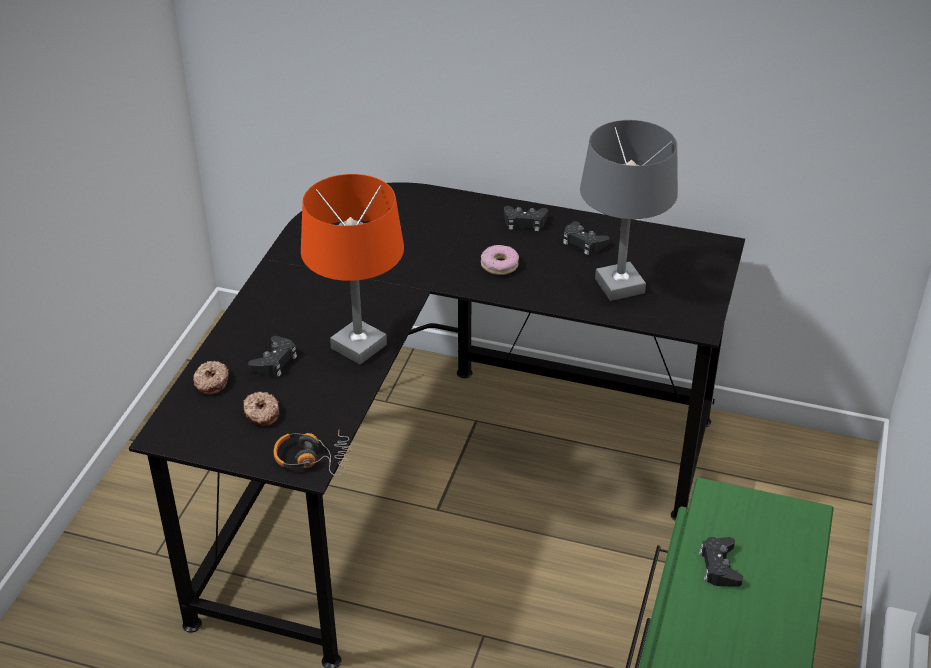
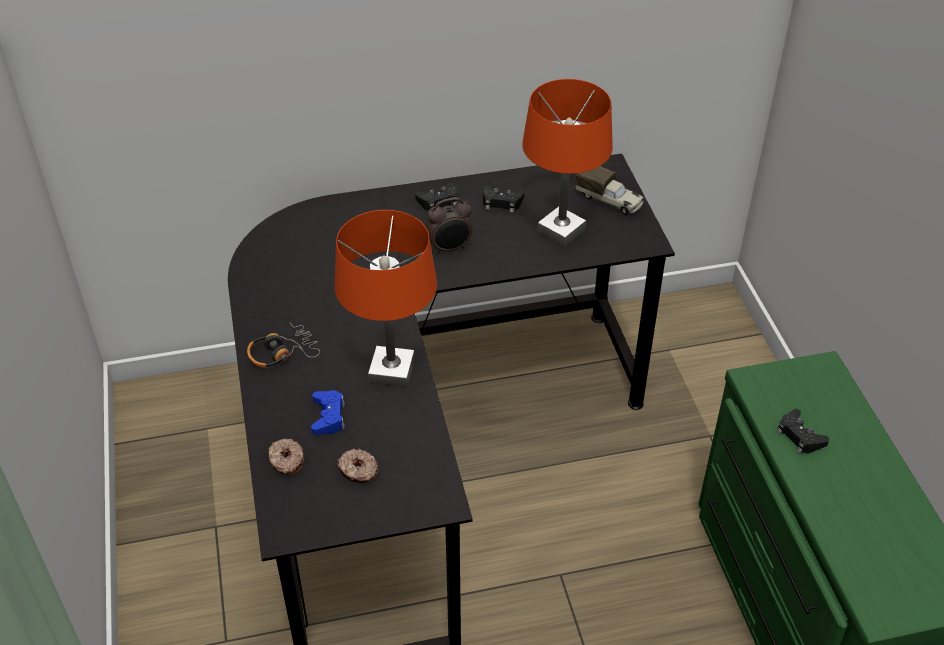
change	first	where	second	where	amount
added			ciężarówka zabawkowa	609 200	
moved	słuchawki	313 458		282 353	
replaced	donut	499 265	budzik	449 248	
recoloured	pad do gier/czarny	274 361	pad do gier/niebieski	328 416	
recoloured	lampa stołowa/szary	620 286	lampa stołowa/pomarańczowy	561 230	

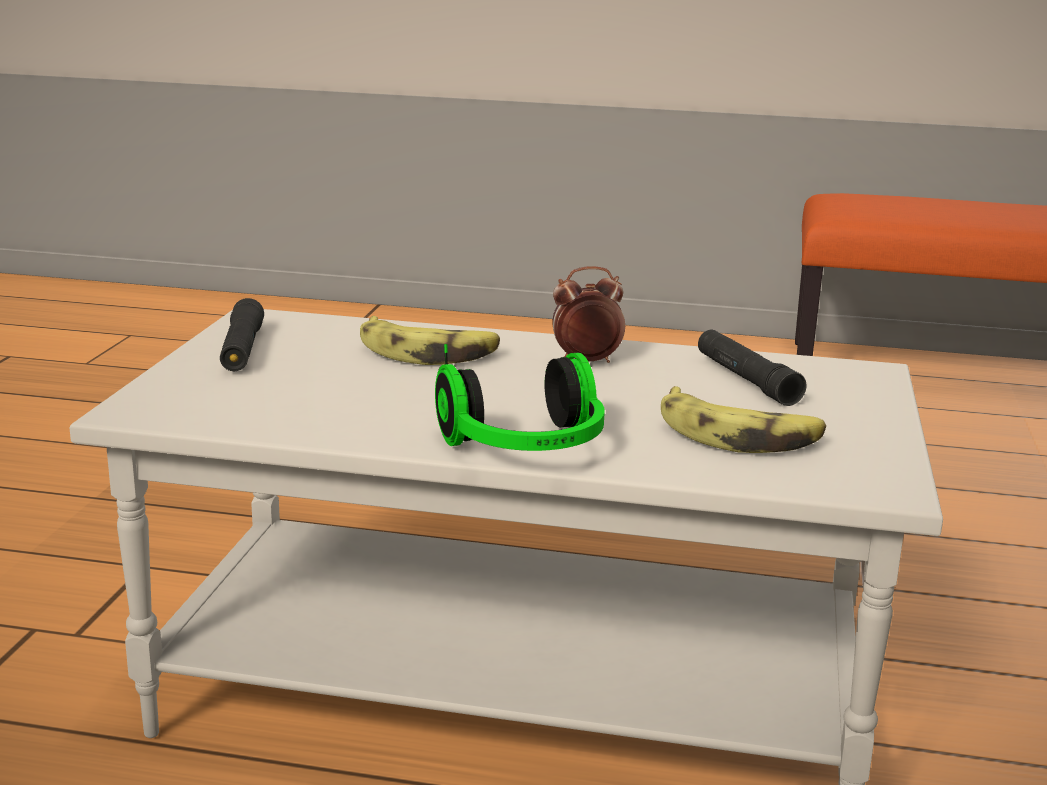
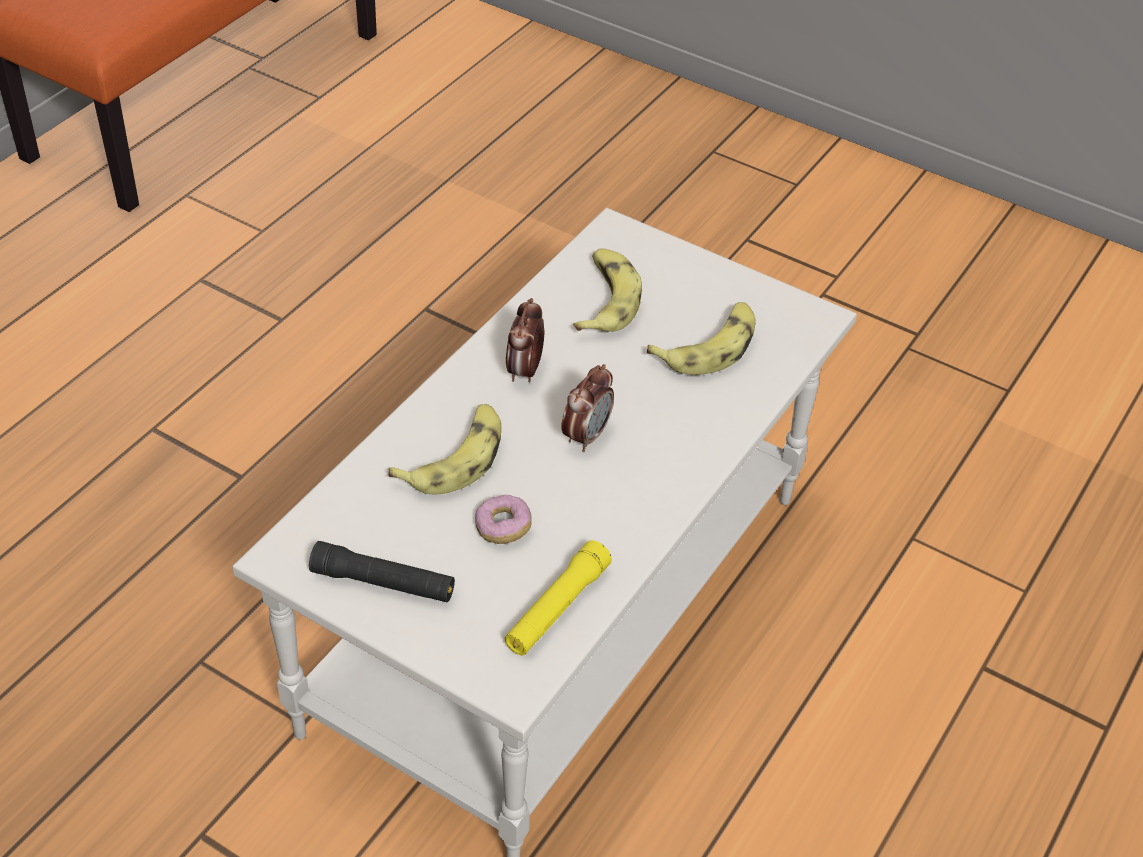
change	first	where	second	where	amount
removed	słuchawki	526 449			
added			donut	503 528	
added			latarka/żółty	557 608	
added			budzik	586 435	
replaced	latarka/czarny	746 380	banan	605 300	

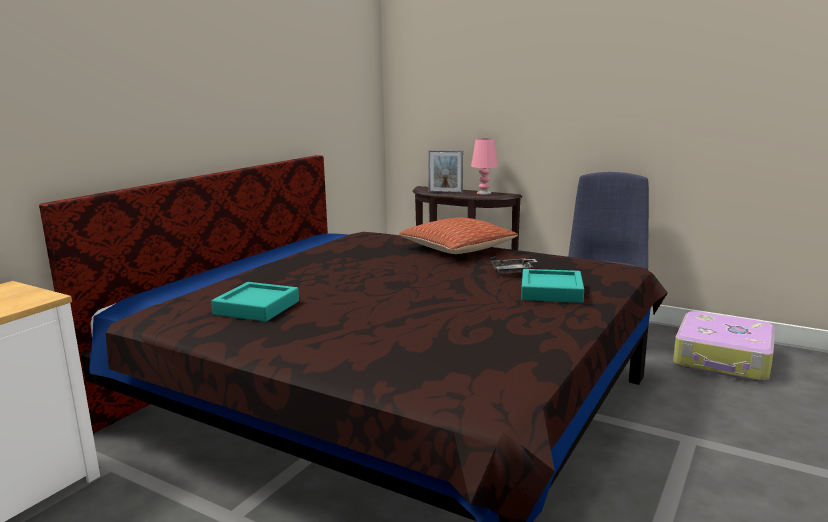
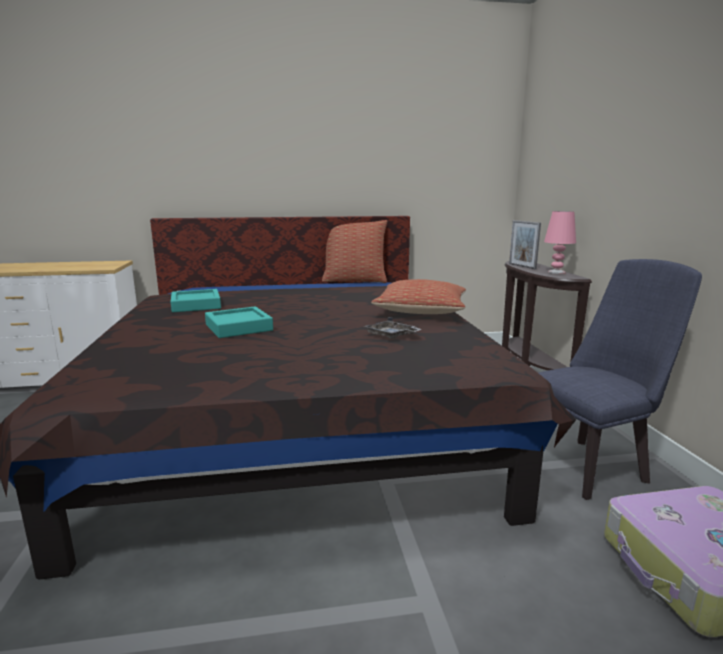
change	first	where	second	where	amount
added			poduszka	355 280	
moved	taca/turkusowy	551 291		239 327	

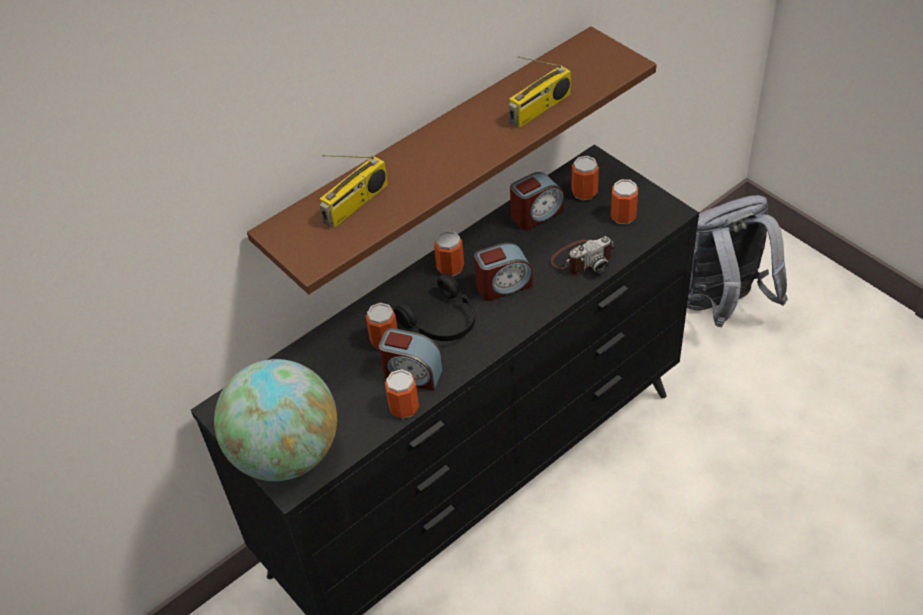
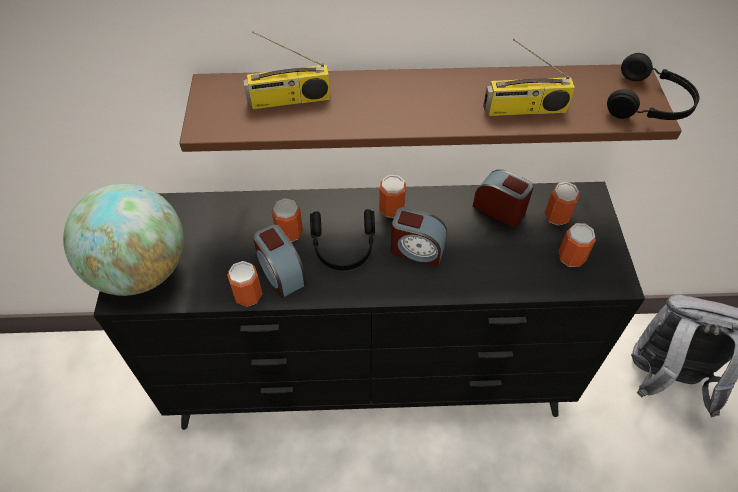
change	first	where	second	where	amount
removed	aparat fotograficzny	582 259			
added			słuchawki/czarny	650 104	
turned	budzik	536 214		499 209	150 degrees counterclockwise

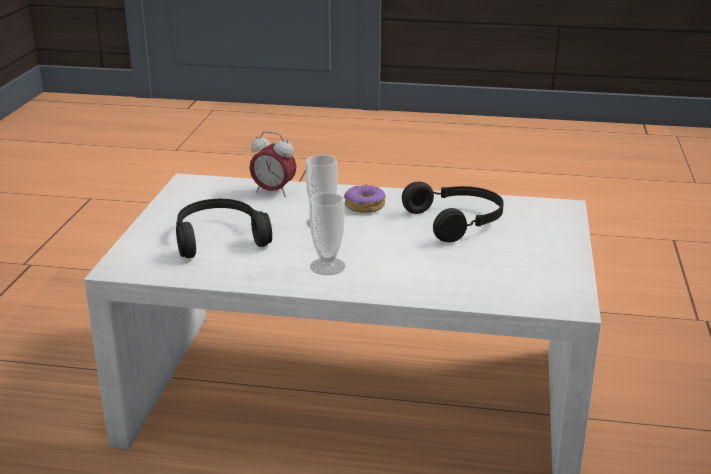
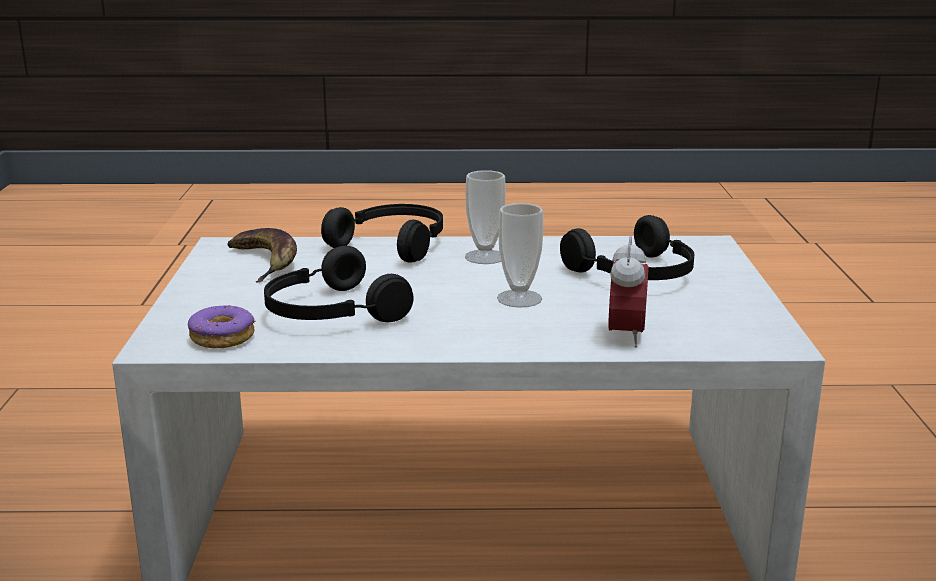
change	first	where	second	where	amount
added			banan	265 261	
added			słuchawki/czarny	394 244	
moved	donut	364 206		223 338	
turned	budzik	273 191		625 336	90 degrees clockwise

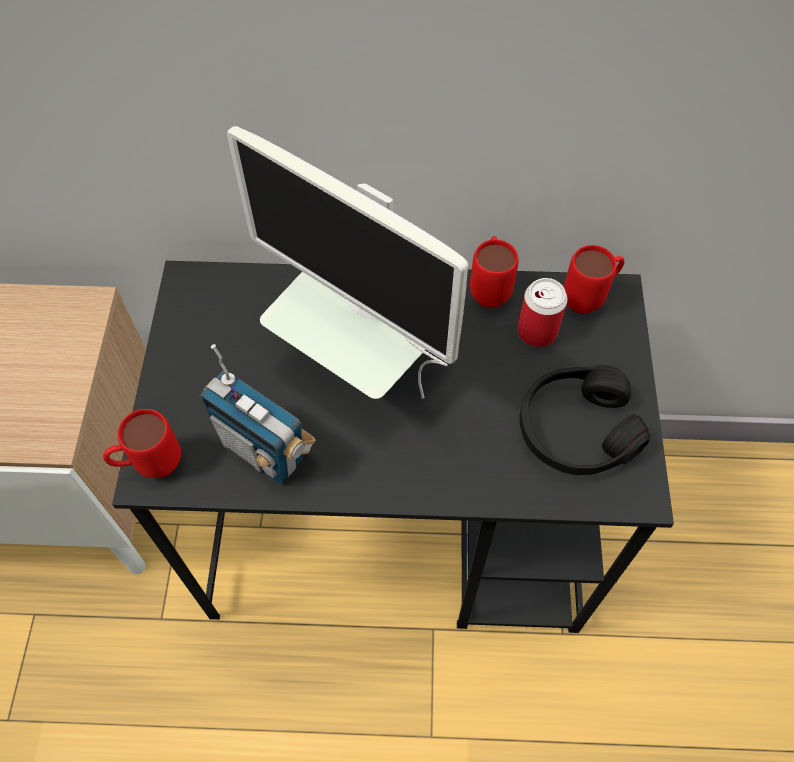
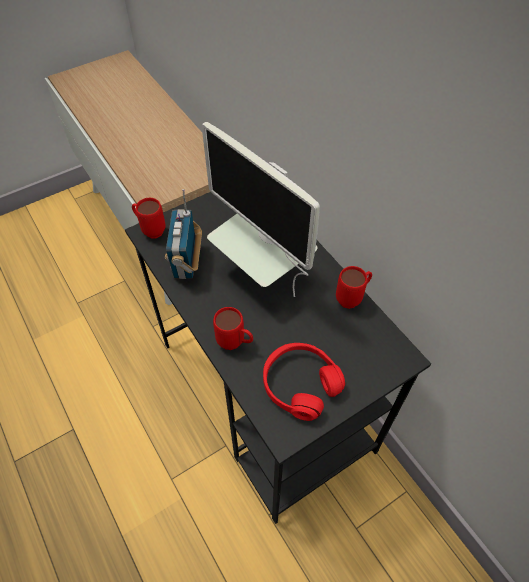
change	first	where	second	where	amount
removed	puszka	537 331			
moved	kubek/czerwony	589 298		235 344	
recoloured	słuchawki/czarny	576 429	słuchawki/czerwony	300 384	
turned	monitor	364 359		264 271	45 degrees counterclockwise

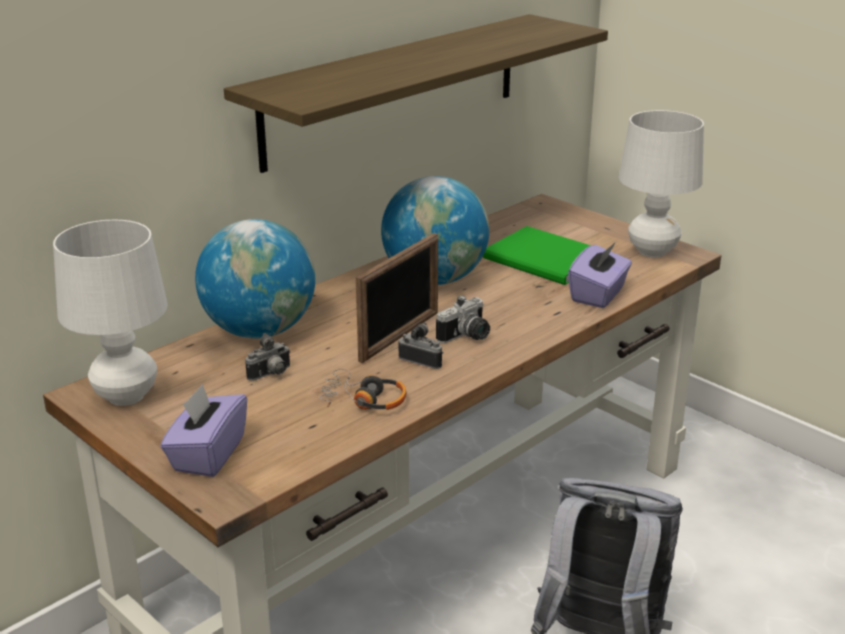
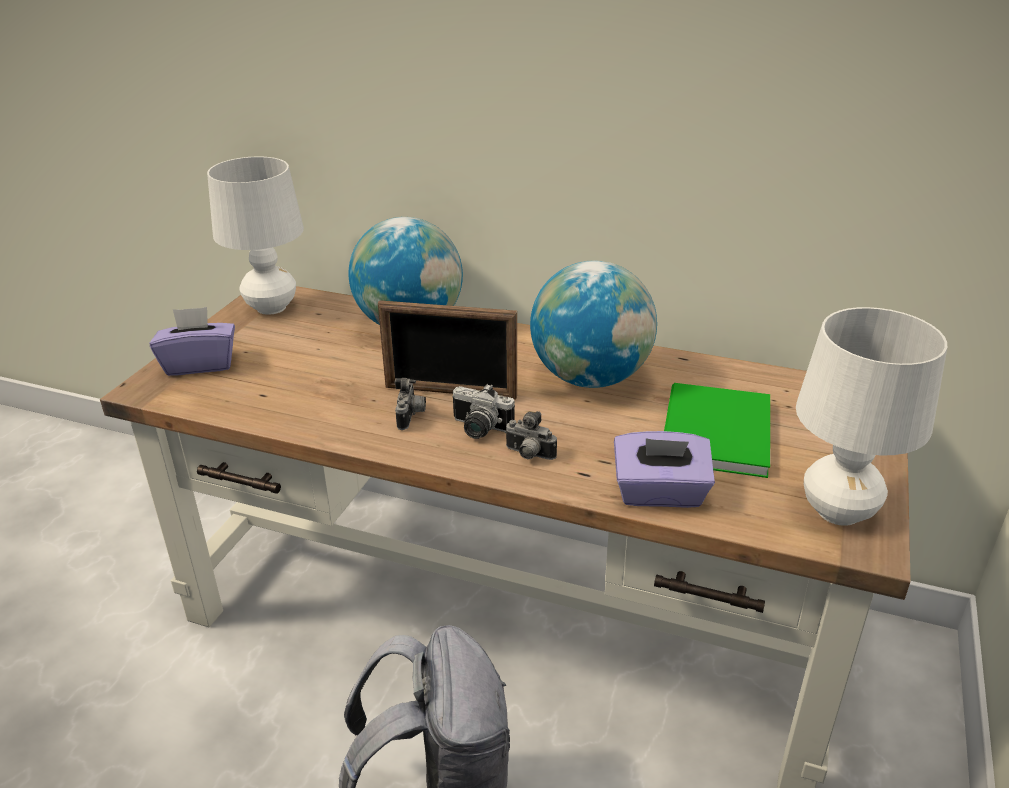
change	first	where	second	where	amount
removed	półka	394 89			
removed	słuchawki	363 400			
moved	aparat fotograficzny	271 375		528 455	

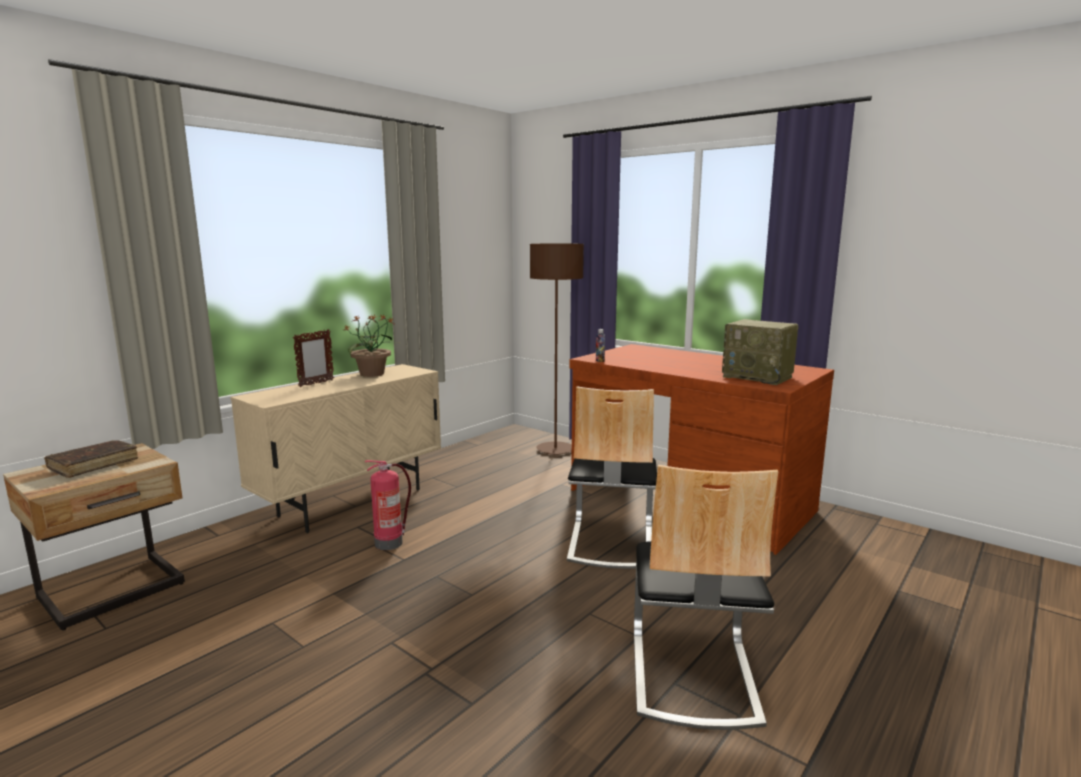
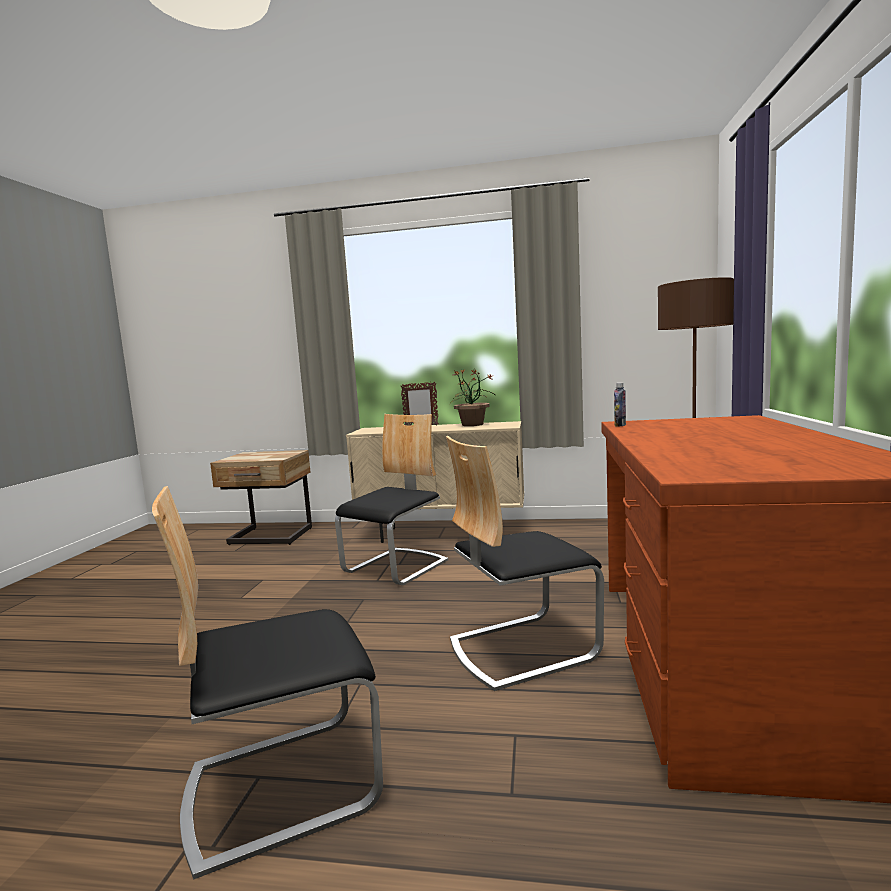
change	first	where	second	where	amount
removed	książka/brązowy	94 465			
removed	radio	759 377			
replaced	gaśnica	390 543	krzesło	397 567	

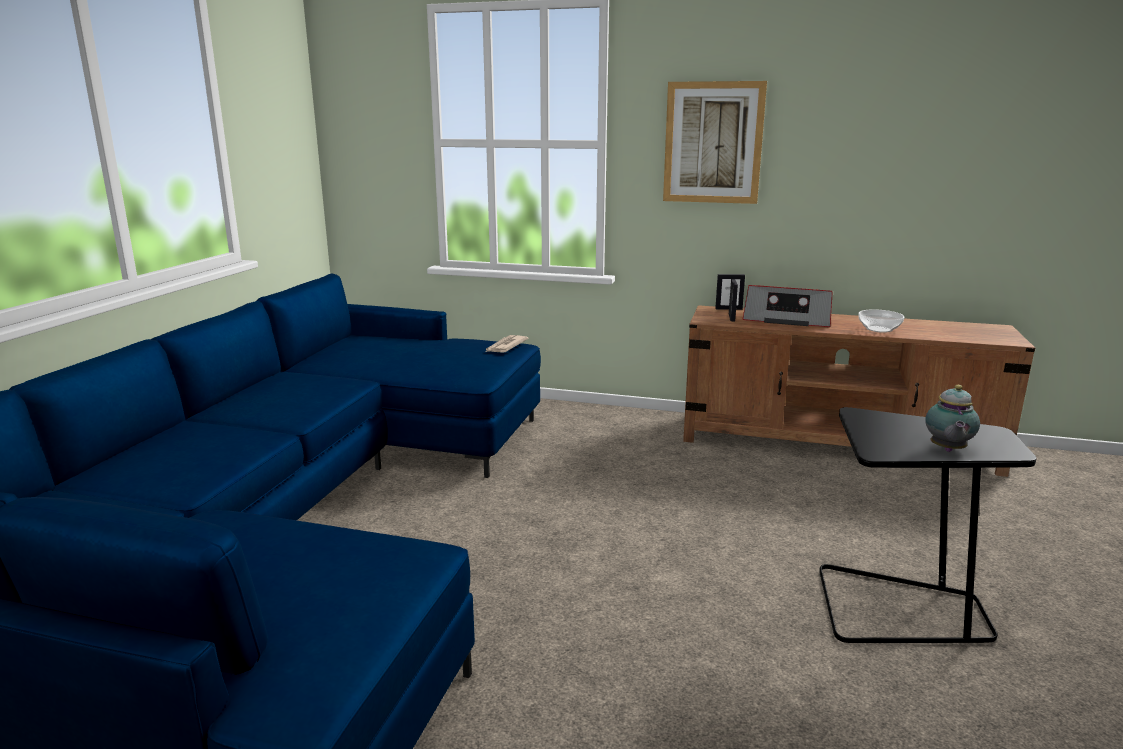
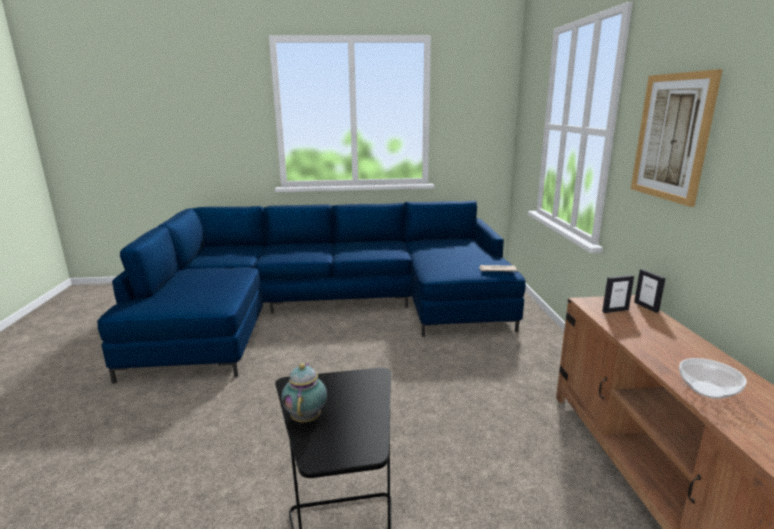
change	first	where	second	where	amount
removed	radio	787 319			
turned	imbryk	947 450		307 417	90 degrees clockwise

